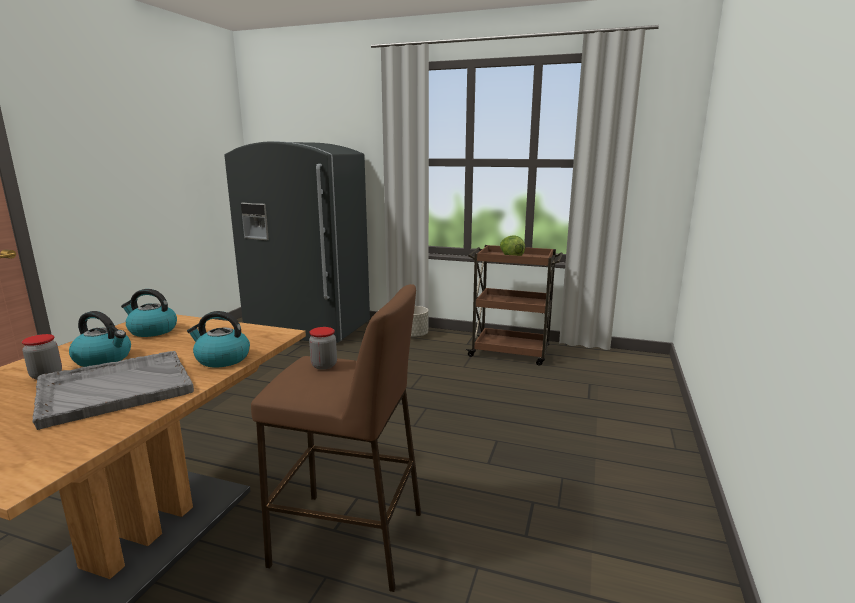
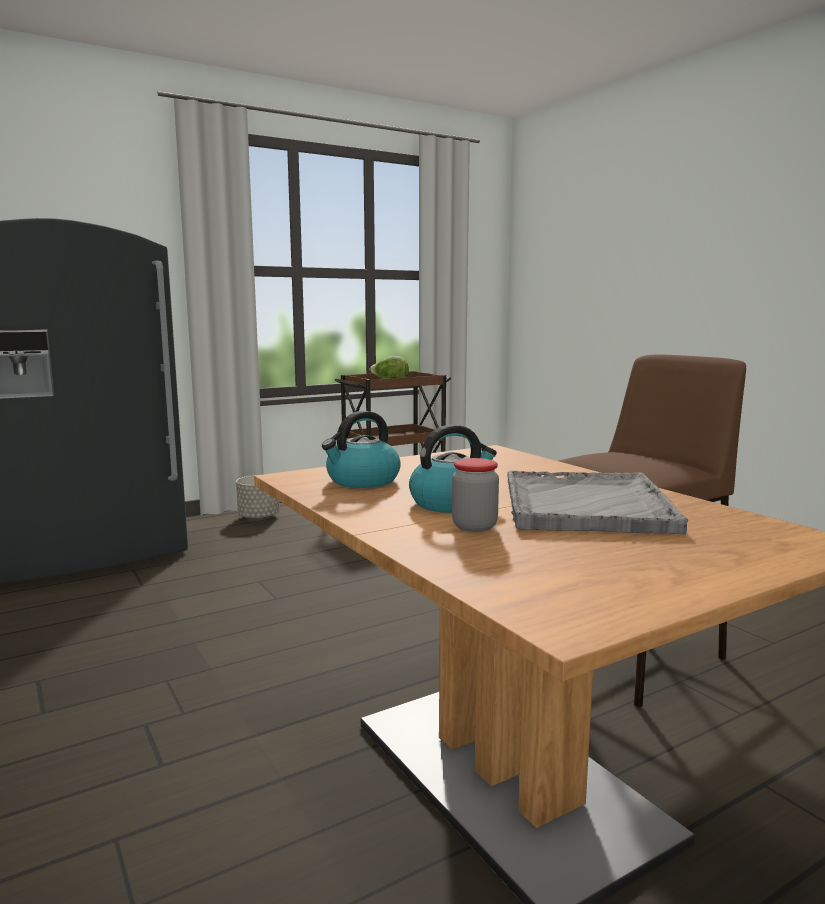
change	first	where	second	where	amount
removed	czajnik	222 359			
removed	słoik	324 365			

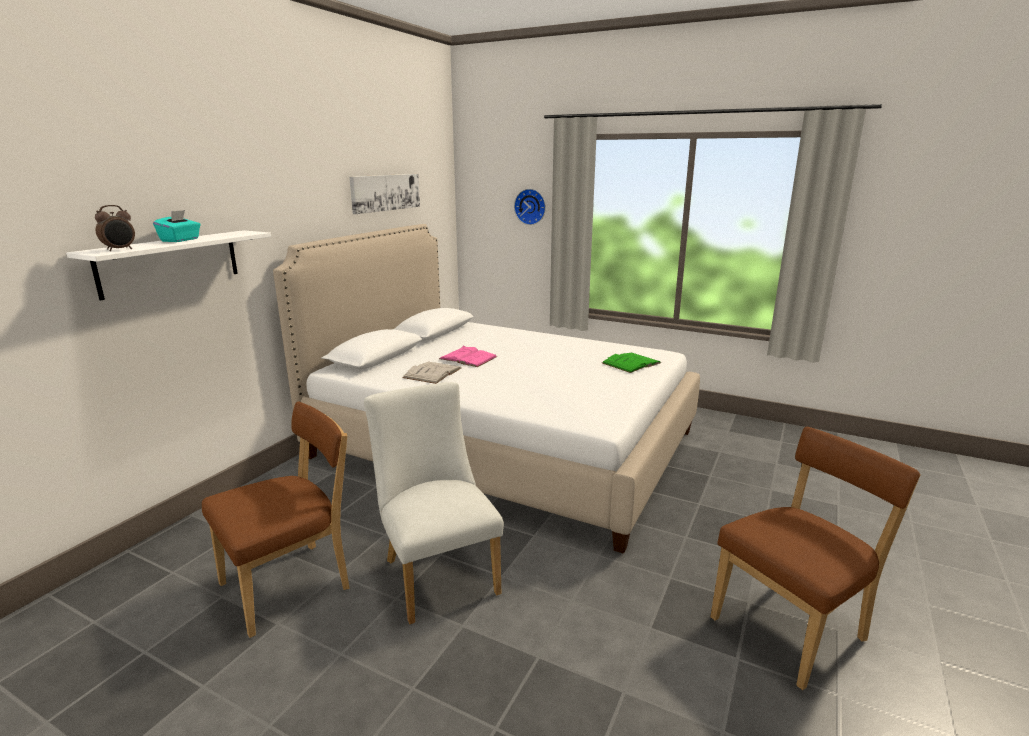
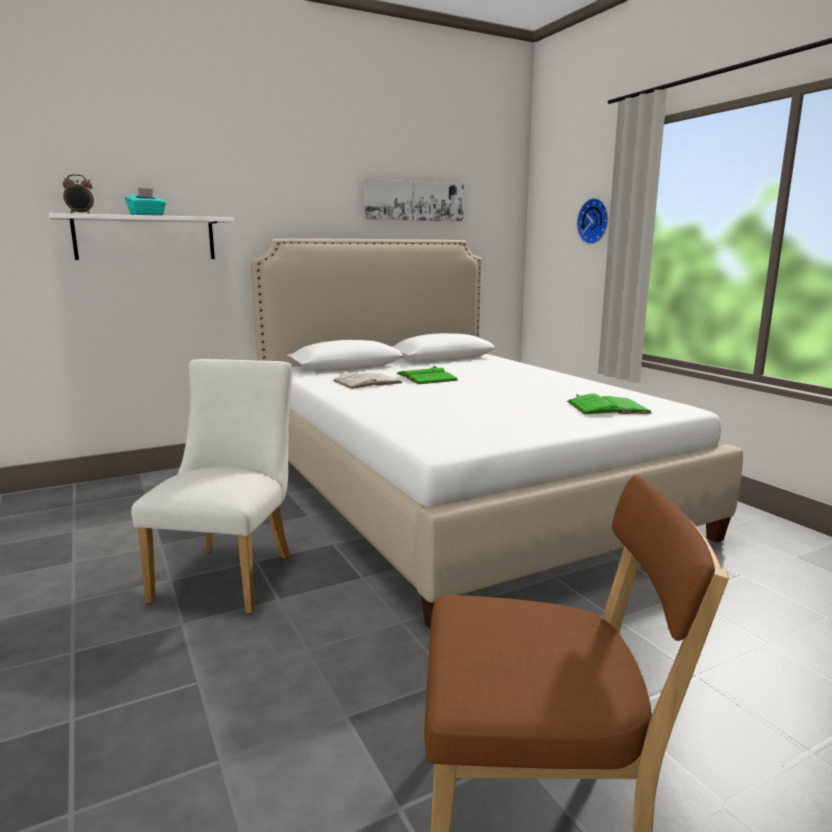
change	first	where	second	where	amount
removed	krzesło/brązowy	292 584			
recoloured	książka/różowy	468 358	książka/zielony	426 377	

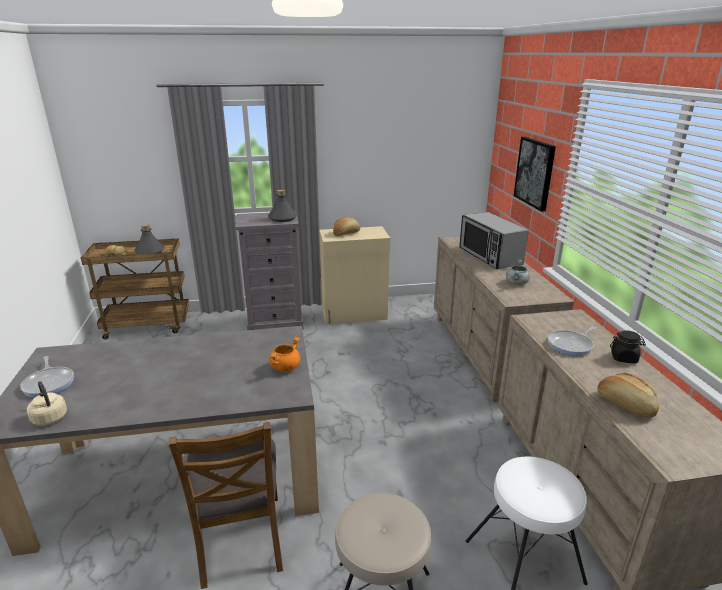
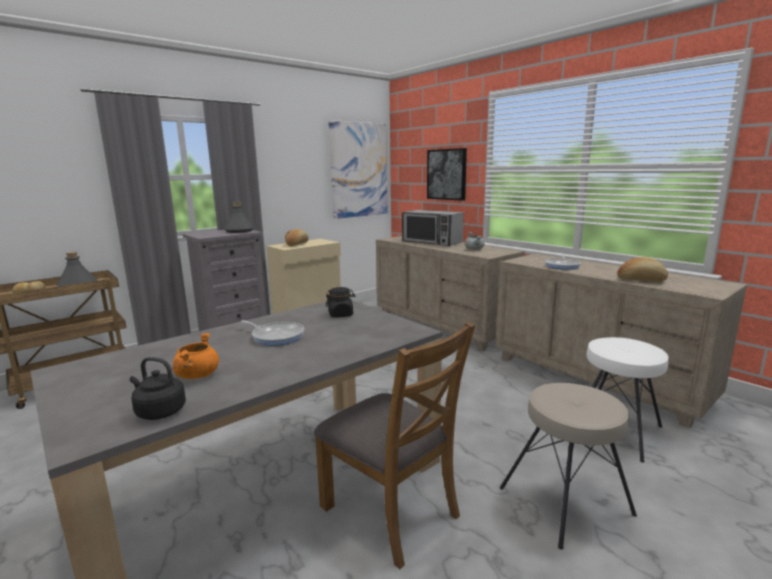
change	first	where	second	where	amount
added			obraz	359 170	
moved	patelnia	49 383		276 336	
moved	garnek/pomarańczowy	285 367		197 375	
moved	słoik/czarny	624 358		341 315	
recoloured	czajnik/beżowy	49 417	czajnik/czarny	159 411	

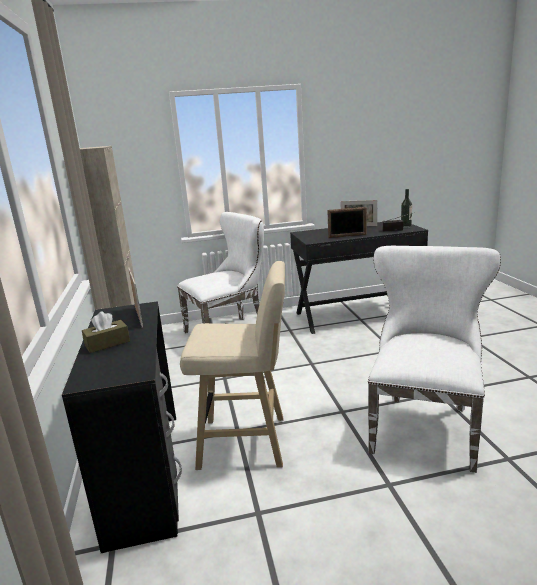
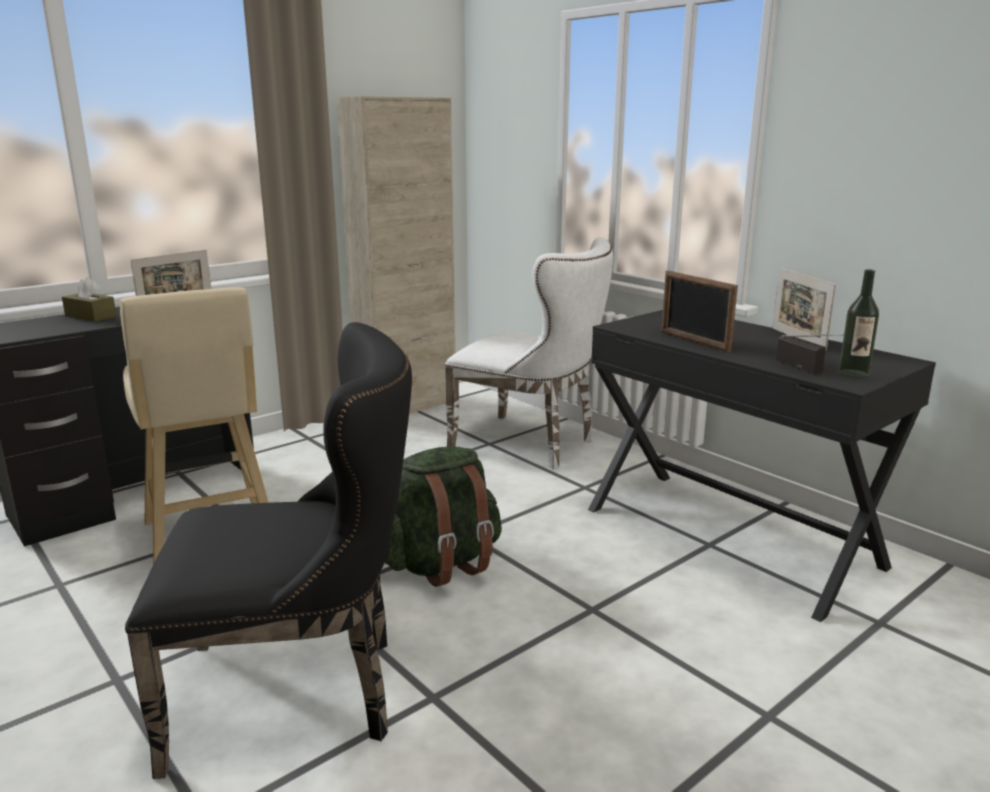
change	first	where	second	where	amount
added			plecak/zielony	441 563	
recoloured	krzesło/biały	424 425	krzesło/czarny	301 693	

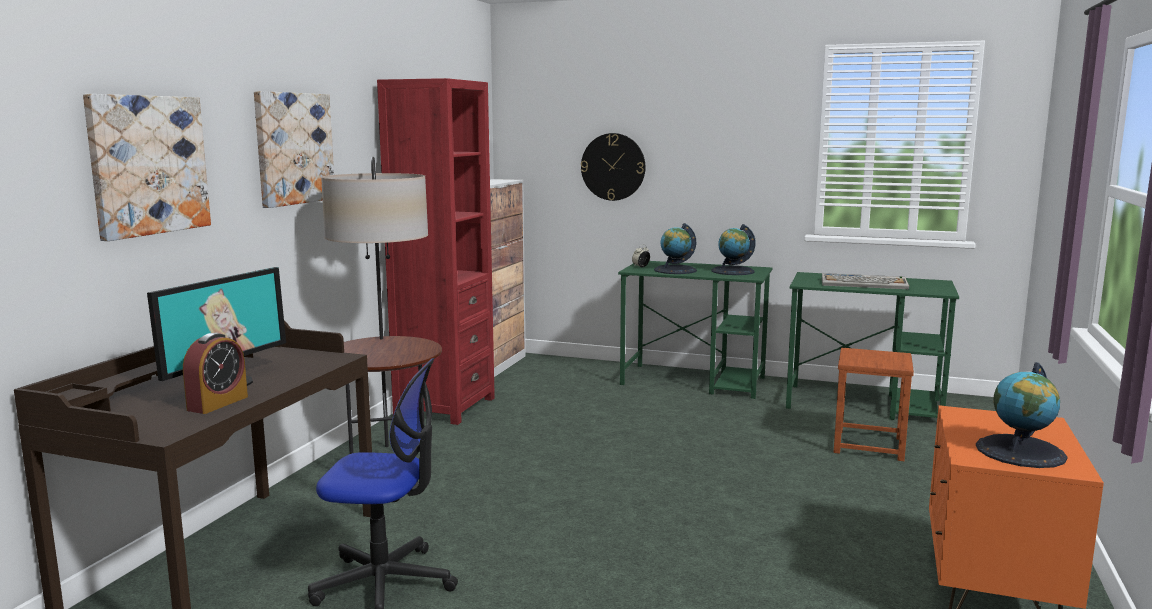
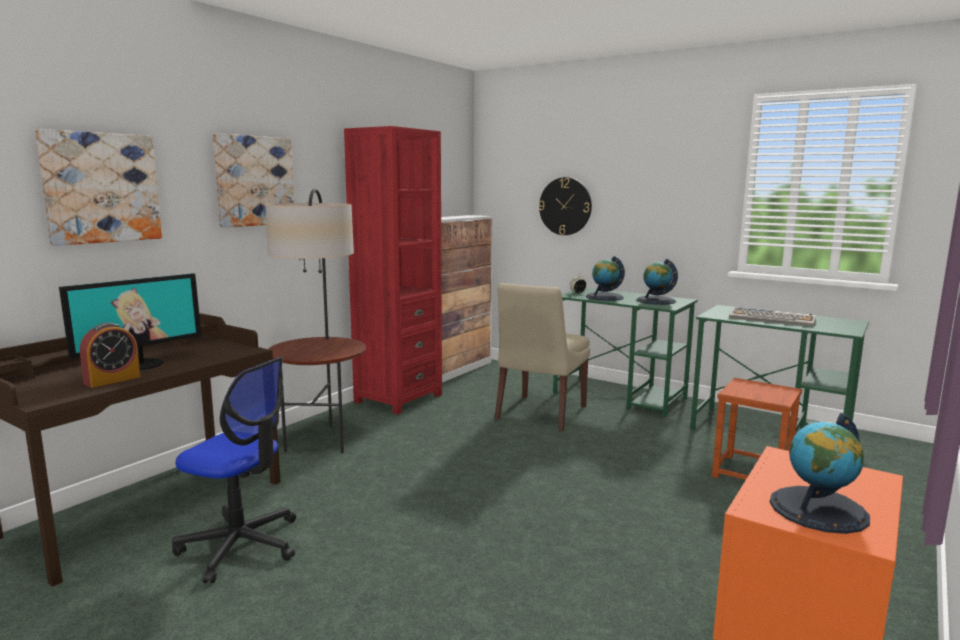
change	first	where	second	where	amount
added			krzesło/beżowy	540 414	

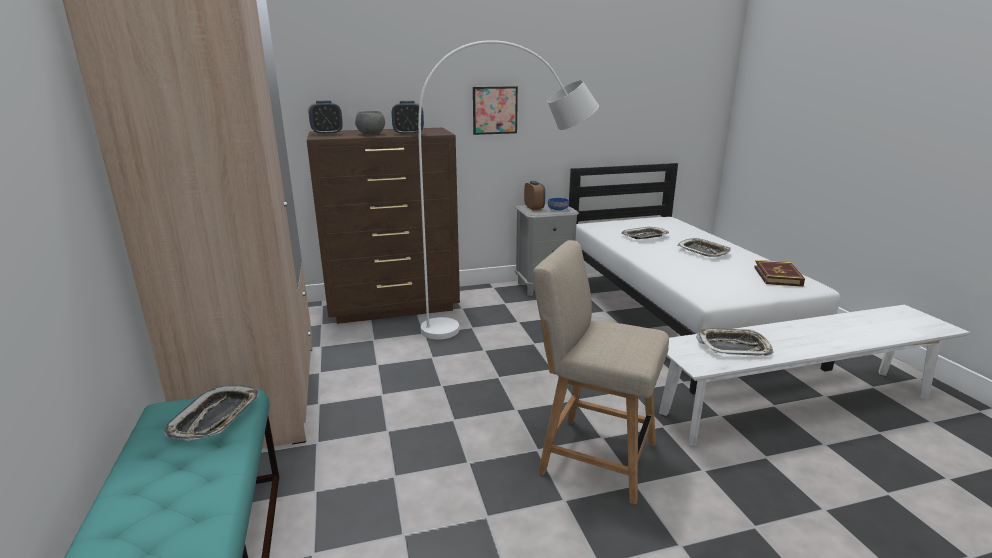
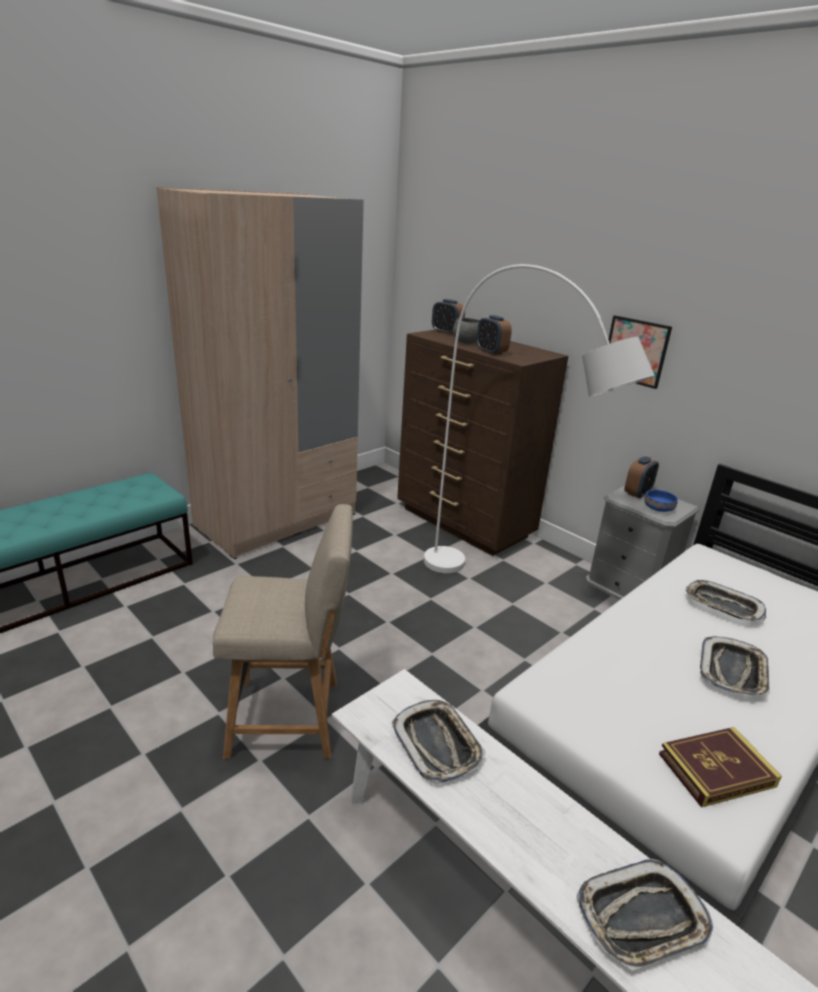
change	first	where	second	where	amount
moved	taca	216 418		641 919	
turned	krzesło/beżowy	592 455		291 718	90 degrees clockwise

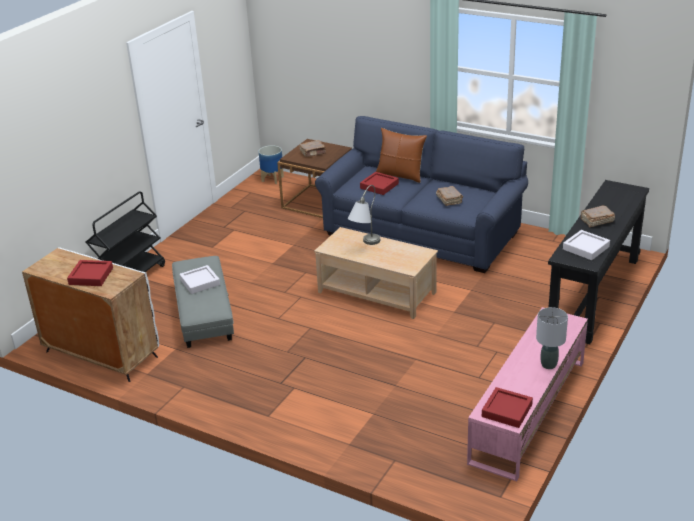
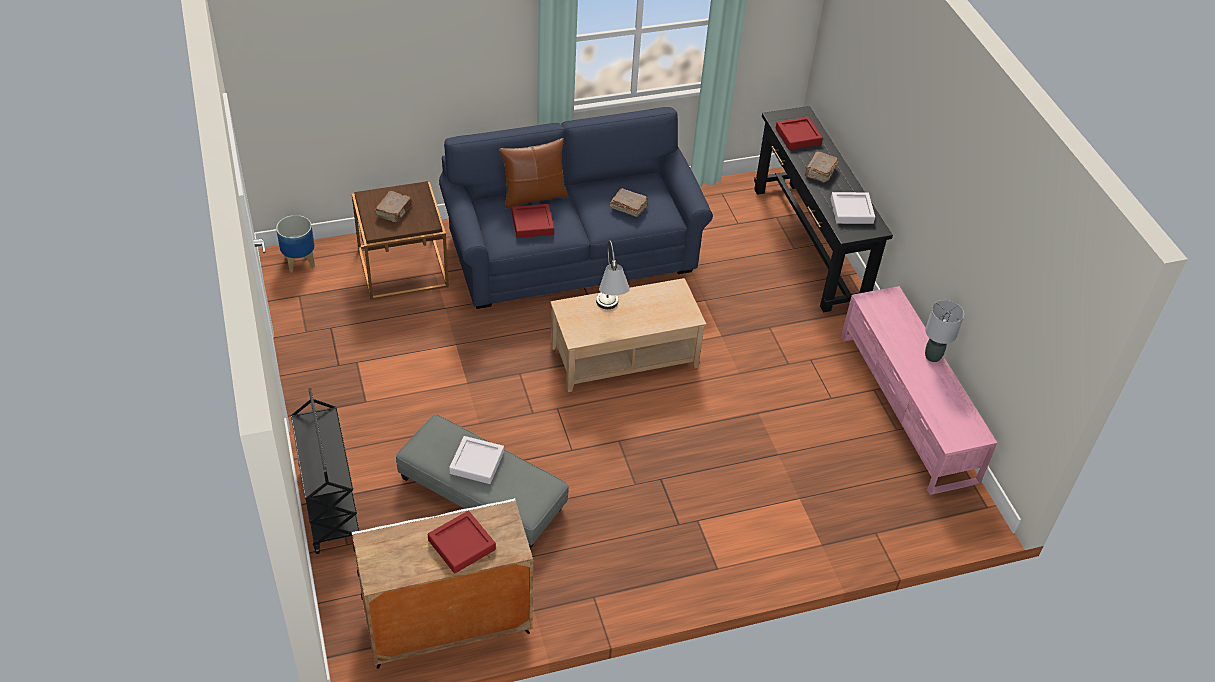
change	first	where	second	where	amount
moved	taca/czerwony	507 411		798 136	

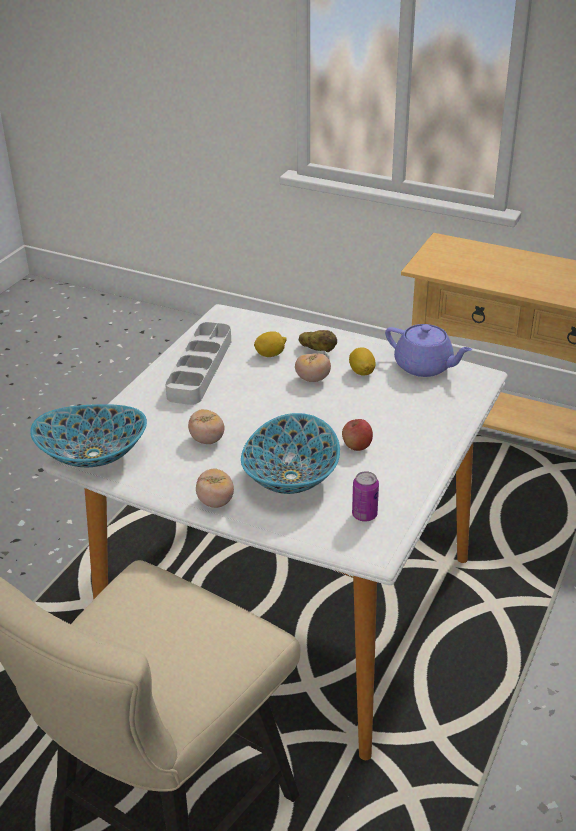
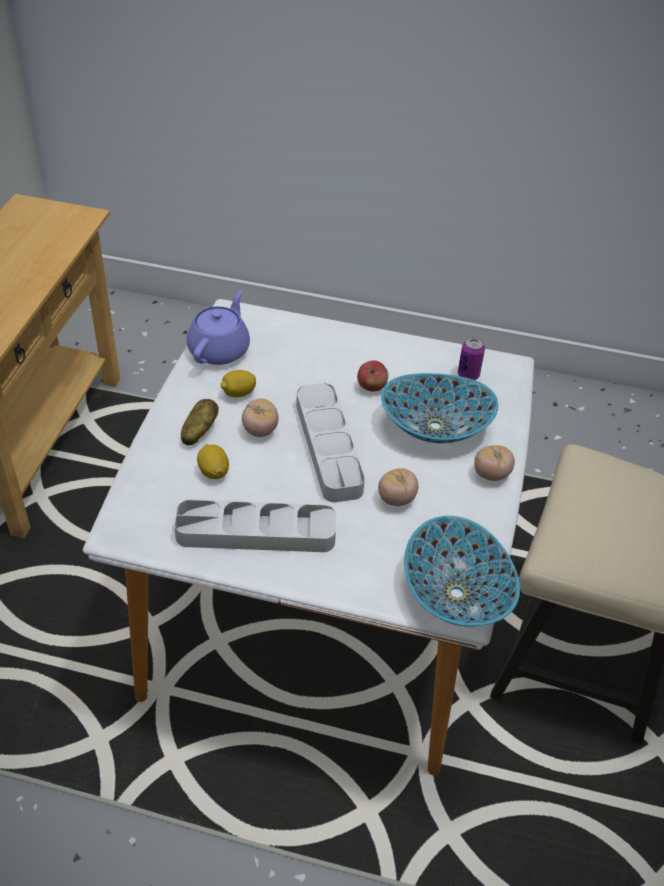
change	first	where	second	where	amount
added			taca/szary	328 446	

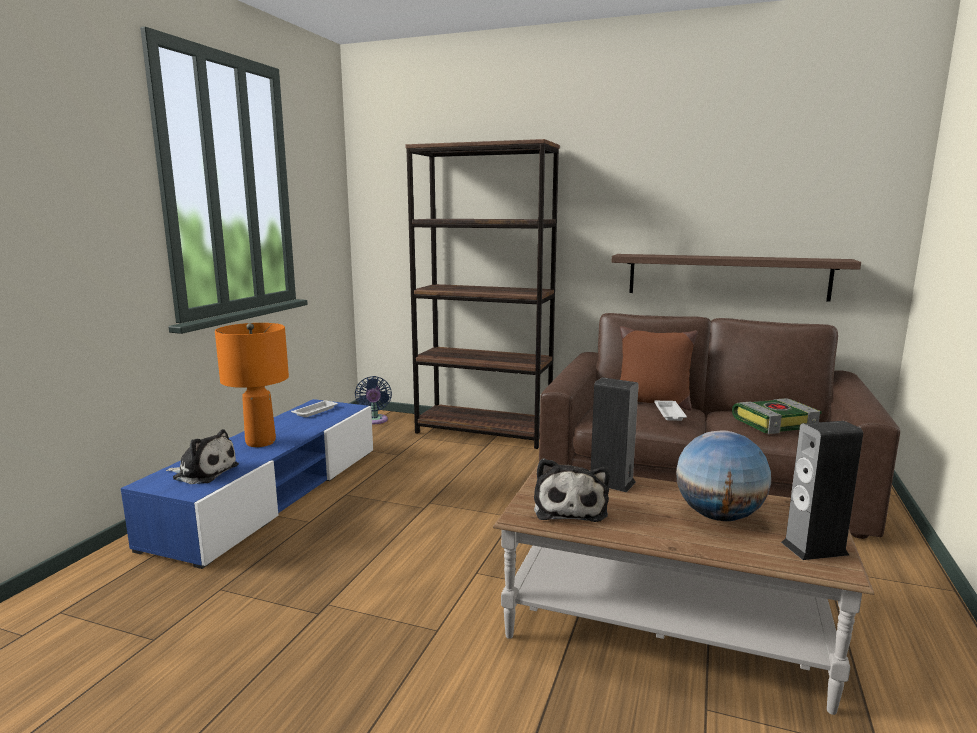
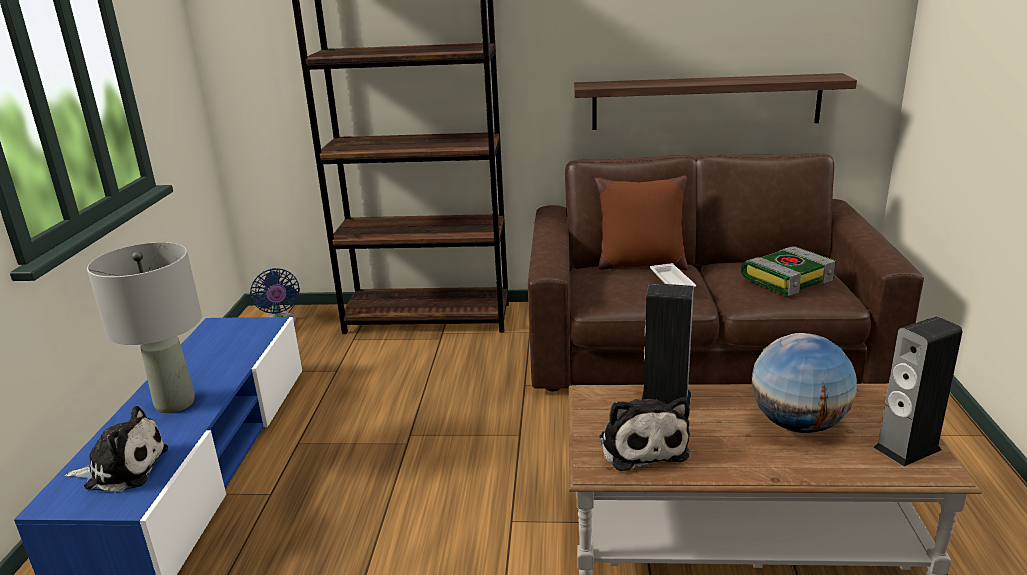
change	first	where	second	where	amount
removed	taca/biały	316 411			
recoloured	lampa stołowa/pomarańczowy	261 442	lampa stołowa/szary	176 403	

